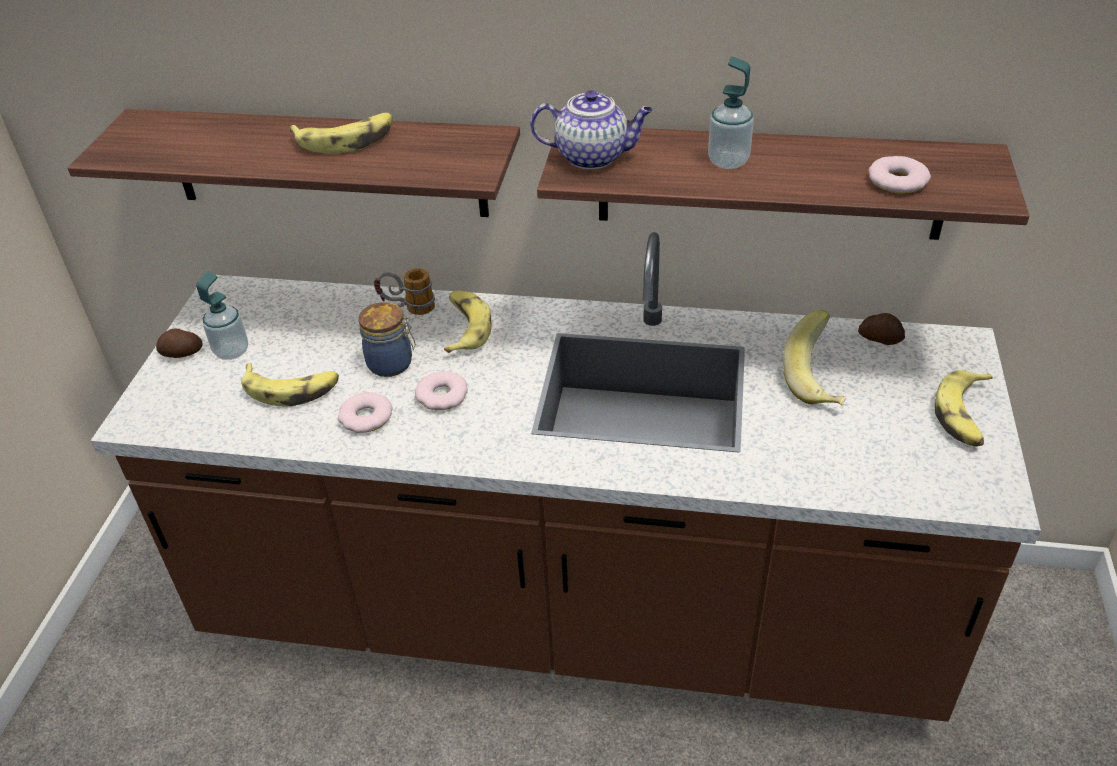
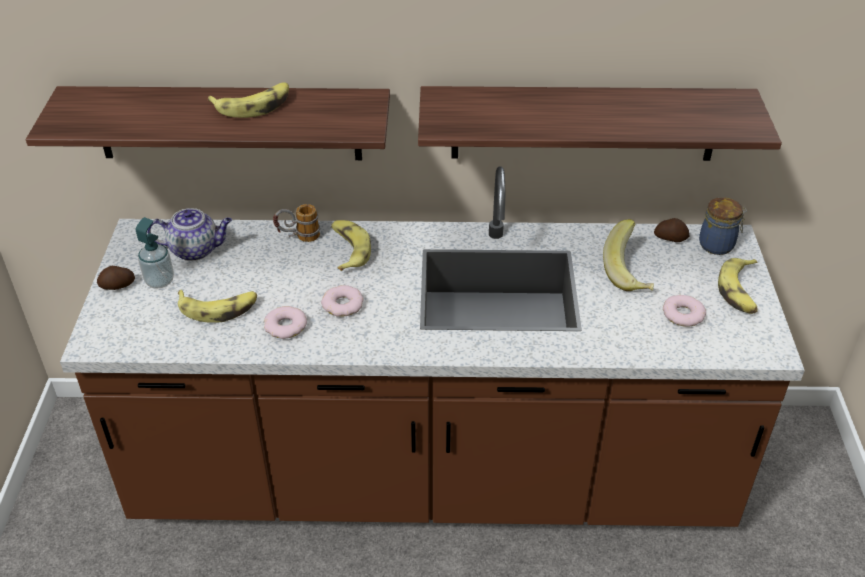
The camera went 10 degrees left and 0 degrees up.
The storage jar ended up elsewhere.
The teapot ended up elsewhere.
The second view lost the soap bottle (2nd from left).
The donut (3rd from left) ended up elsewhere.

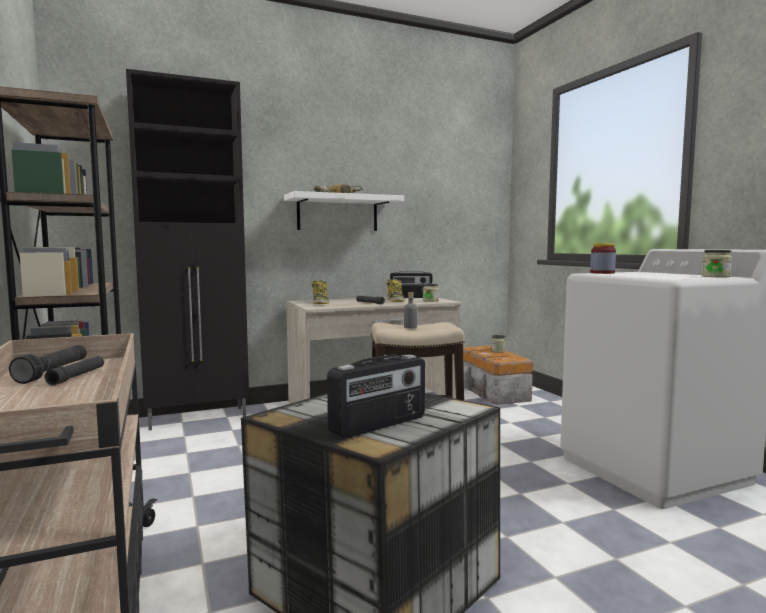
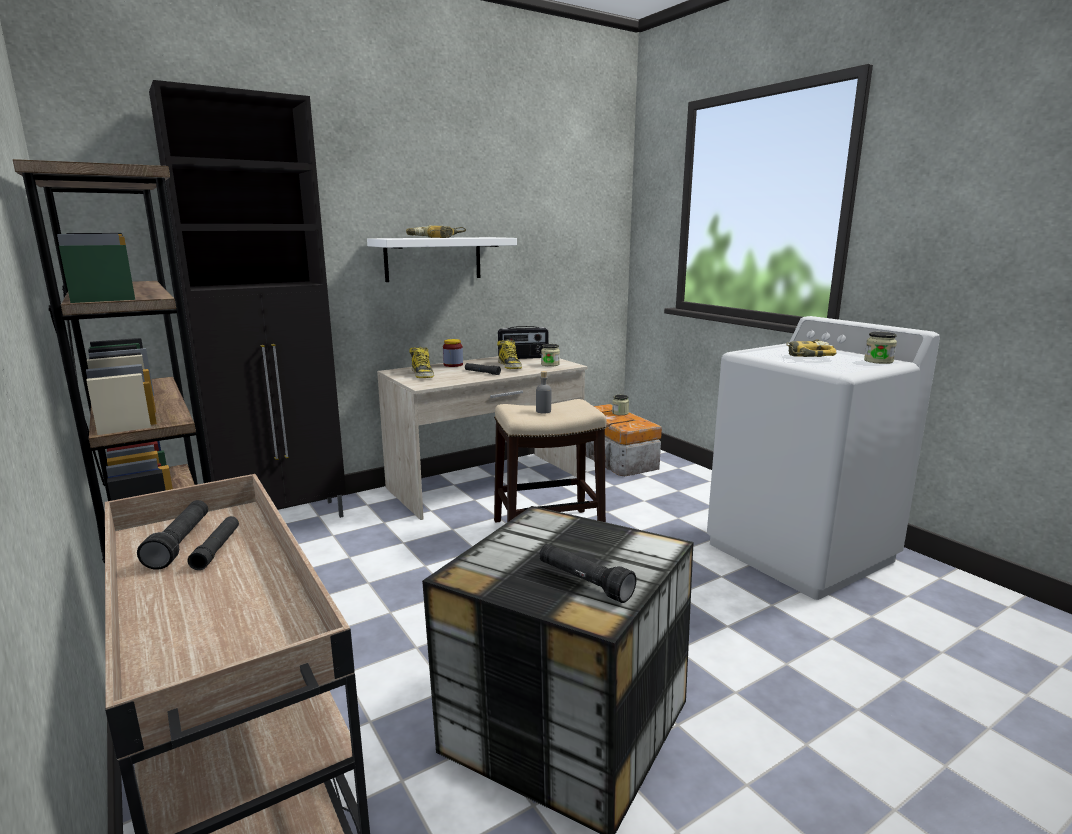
The camera went 10 degrees left and 10 degrees up.
Where the radio set (1st from left) stood, the torch/blackish (4th from left) came to stand.
The storage jar (3rd from left in the first image) ended up elsewhere.
The second view gained the drill (2nd from left).

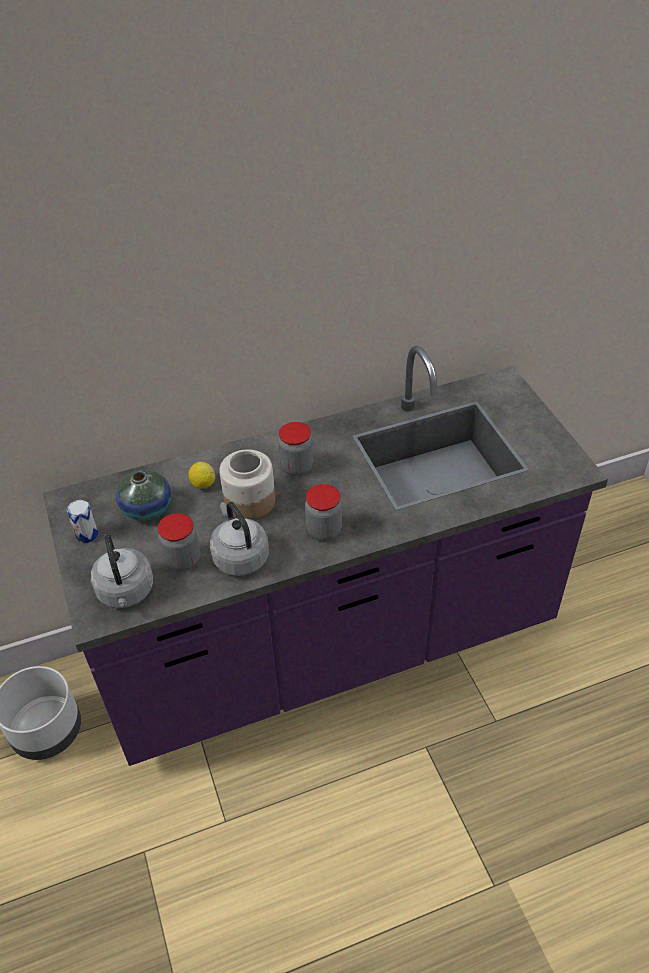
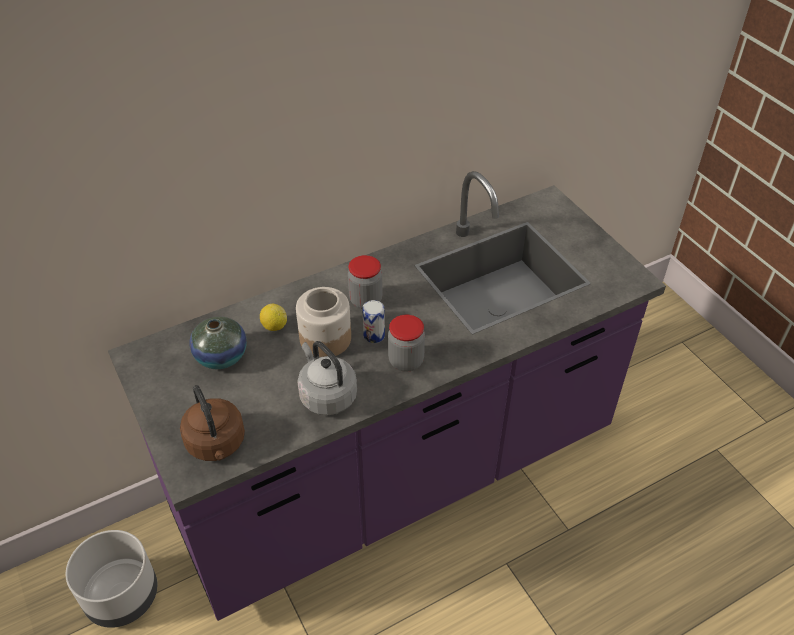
The camera went 10 degrees left and 0 degrees up.
The can ended up elsewhere.
What was the kettle/grey (1st from left) turned into the kettle/brown-coloured.
The second view lost the storage jar (1st from left).

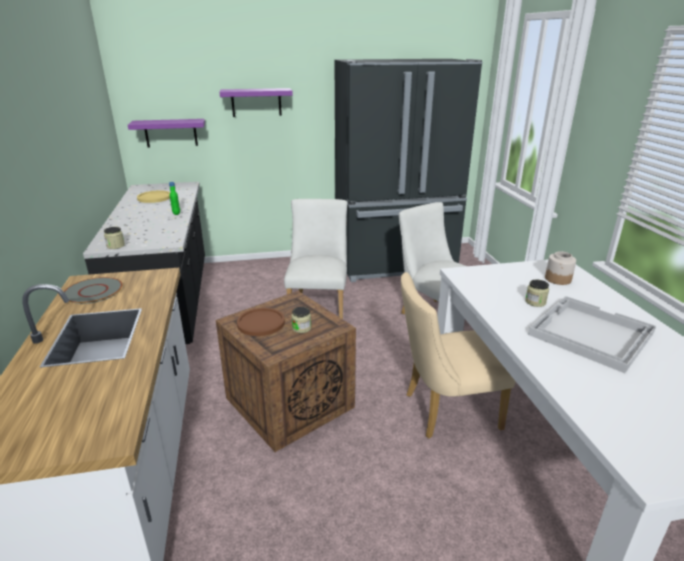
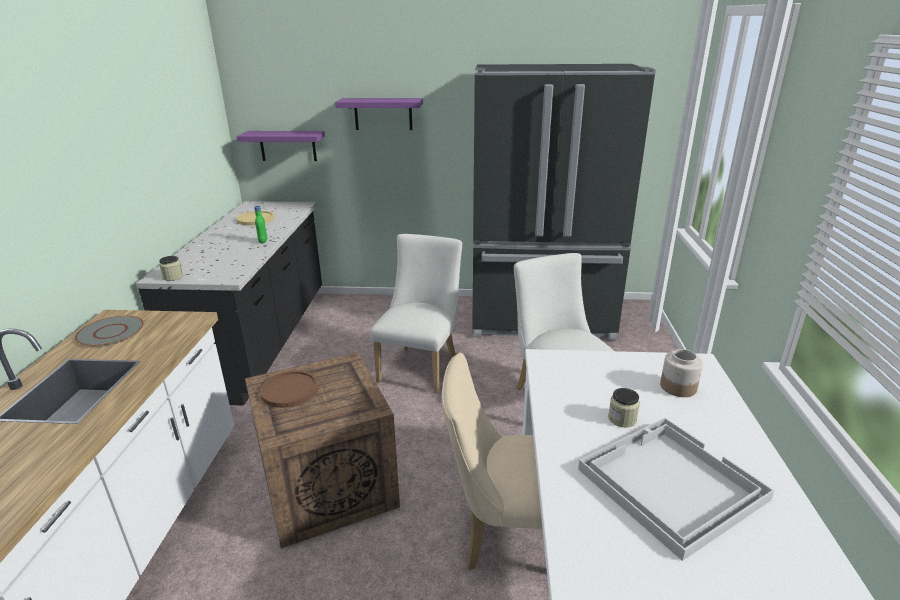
The camera went 15 degrees right and 0 degrees up.
The second view lost the storage jar (2nd from left).

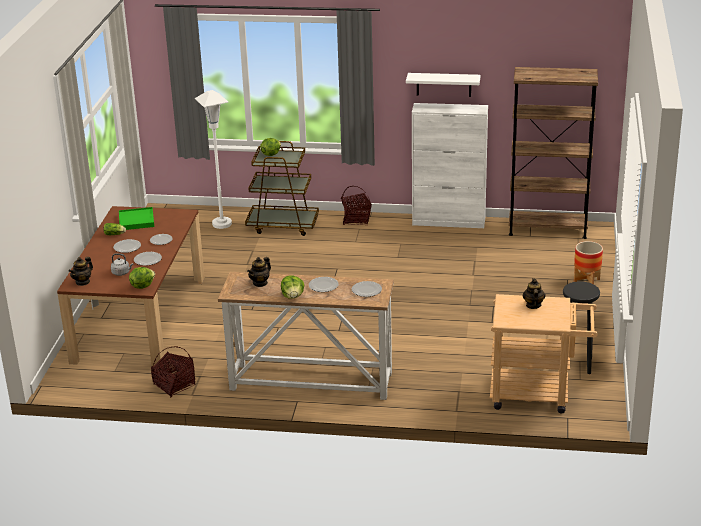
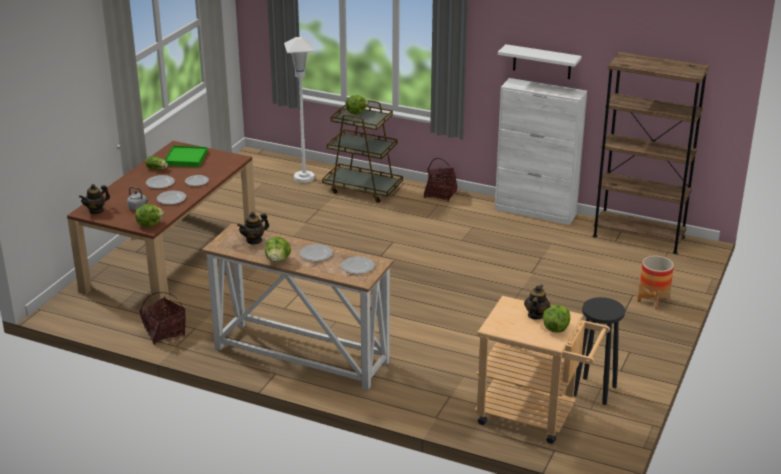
The camera went 15 degrees right and 0 degrees up.
The second view gained the head of lettuce (5th from left).

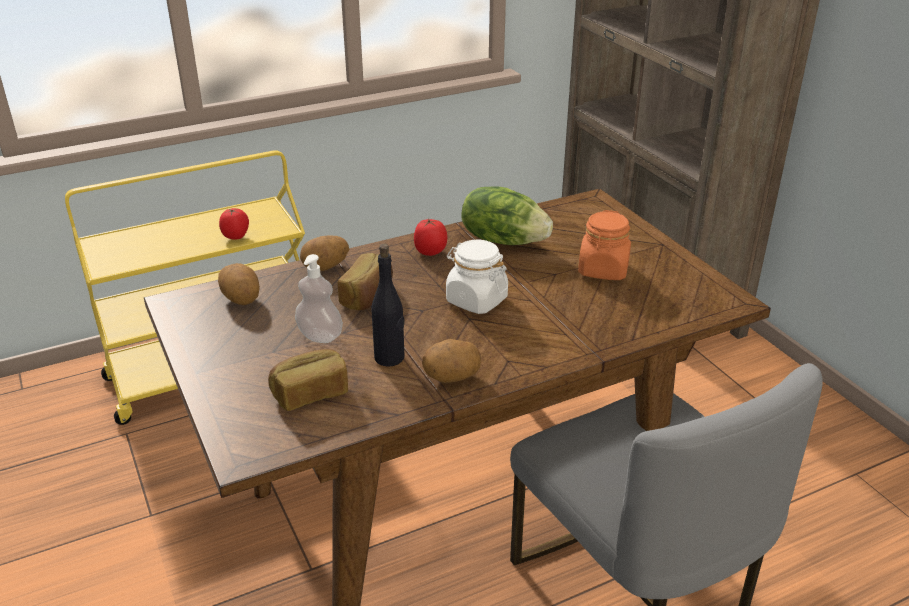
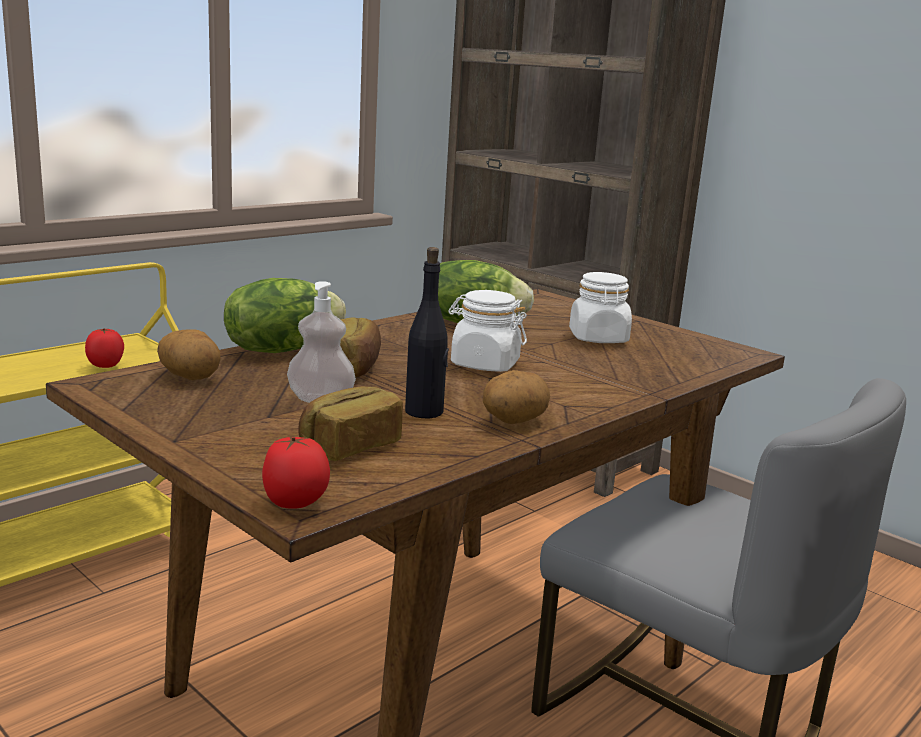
The camera went 20 degrees left and 15 degrees down.
Where the potato (2nd from left) stood, the head of lettuce (1st from left) came to stand.
The tomato (2nd from left) ended up elsewhere.
What was the storage jar/orange-coloured turned into the storage jar/white (2nd from left).

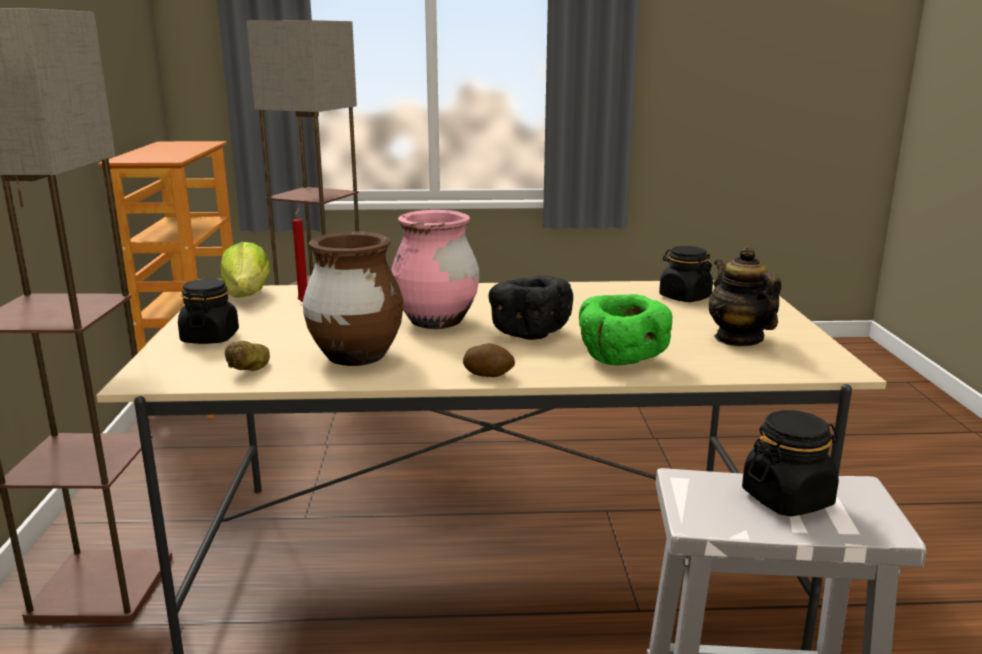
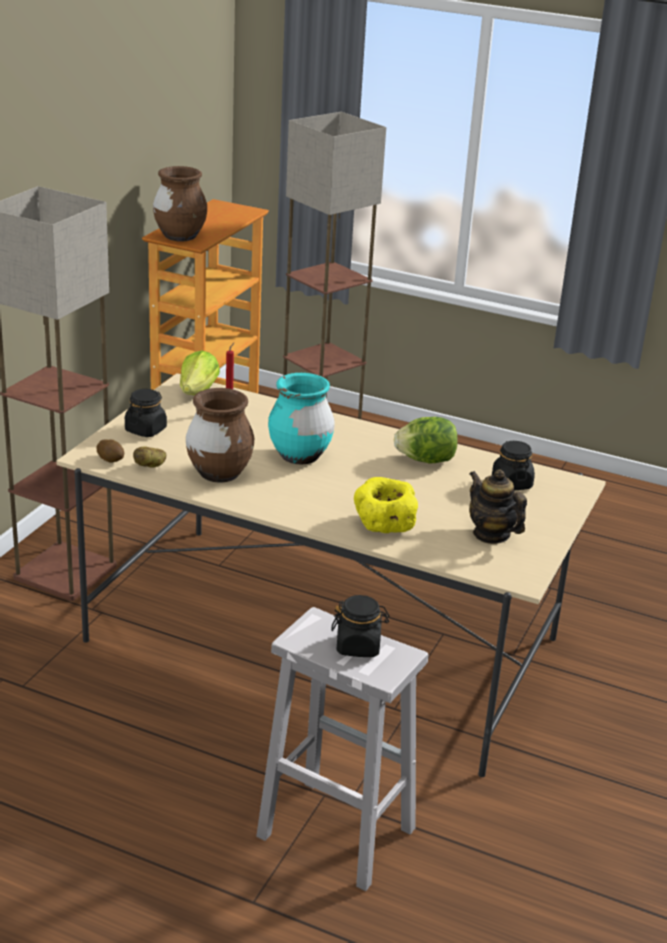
The camera went 25 degrees right and 10 degrees up.
What was the flower vase/pink-coloured turned into the flower vase/blue-green.
The potato (2nd from left in the first image) ended up elsewhere.
The second view lost the serving bowl/blackish.
What was the serving bowl/greenish turned into the serving bowl/yellowish.
The teapot ended up facing another way, 45 degrees counterclockwise from before.
The second view gained the flower vase/brown-coloured (1st from left).
The second view gained the head of lettuce (2nd from left).

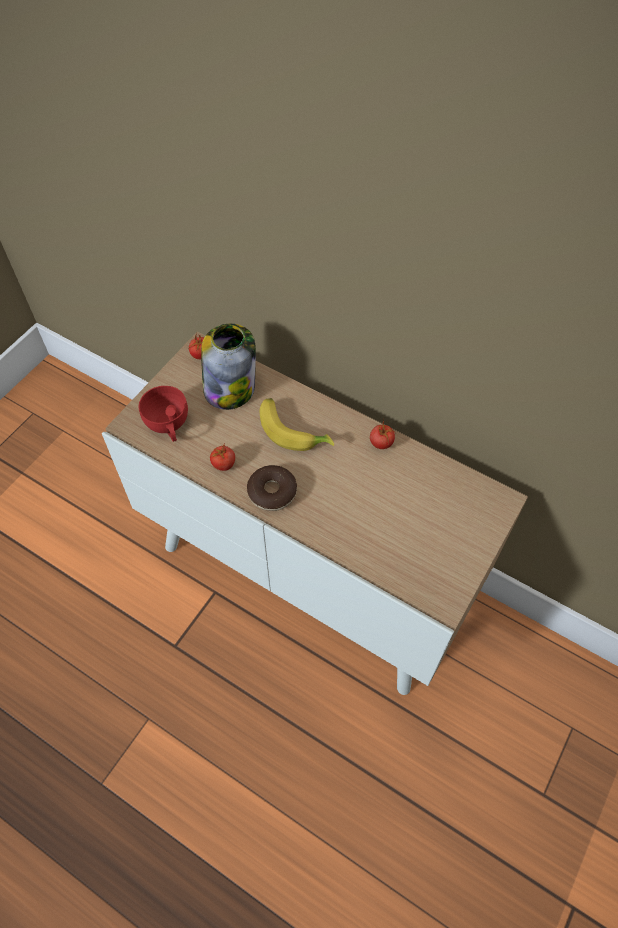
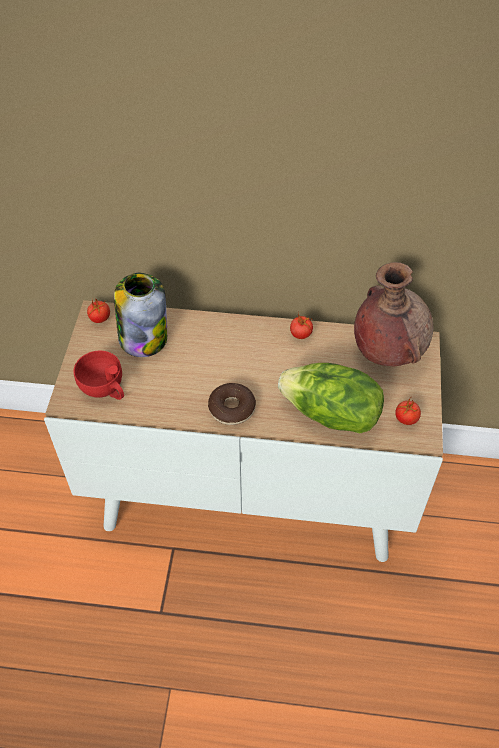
The camera went 25 degrees left and 5 degrees down.
The tomato (2nd from left in the first image) ended up elsewhere.
The second view lost the banana.
The second view gained the head of lettuce.
The second view gained the flower vase/brown-coloured.

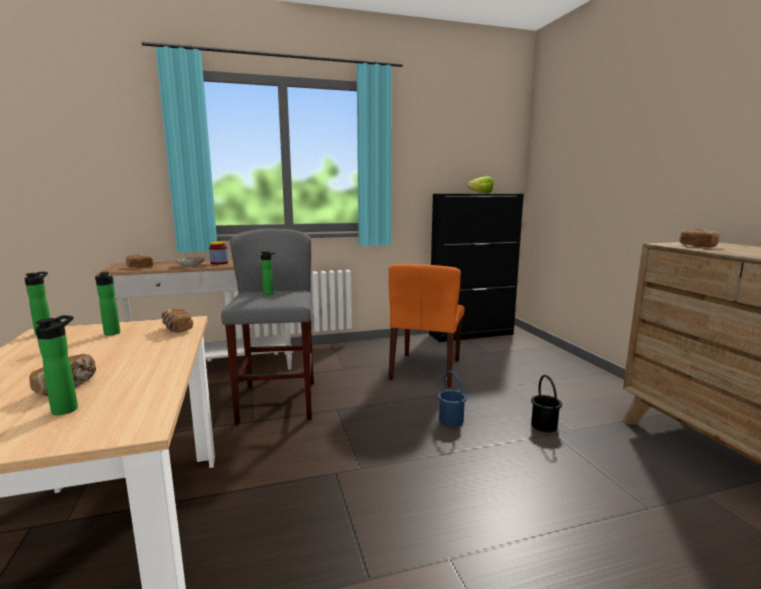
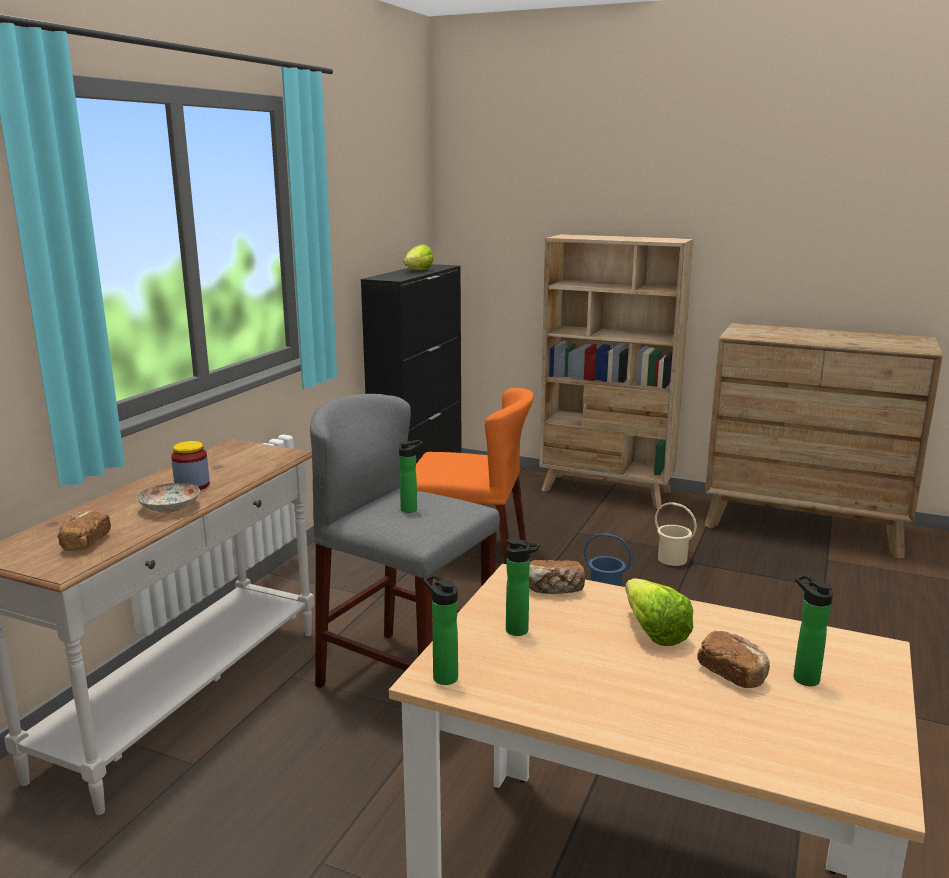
The camera went 50 degrees left and 5 degrees up.
The chair/orange-coloured ended up facing another way, 45 degrees counterclockwise from before.
What was the pail/blackish turned into the pail/beige.
The second view lost the bakery bread (4th from left).
The second view gained the shelving unit/beige.
The second view gained the head of lettuce (2nd from left).

